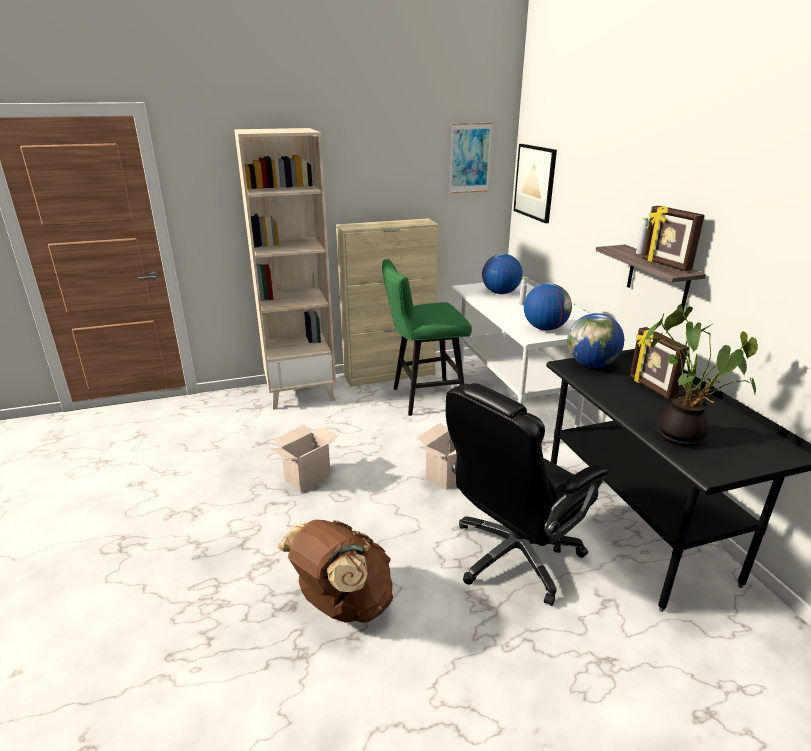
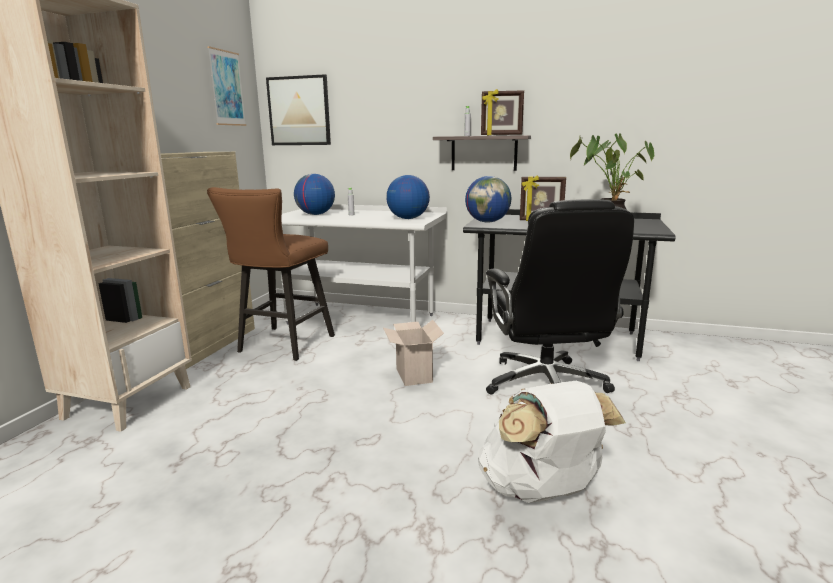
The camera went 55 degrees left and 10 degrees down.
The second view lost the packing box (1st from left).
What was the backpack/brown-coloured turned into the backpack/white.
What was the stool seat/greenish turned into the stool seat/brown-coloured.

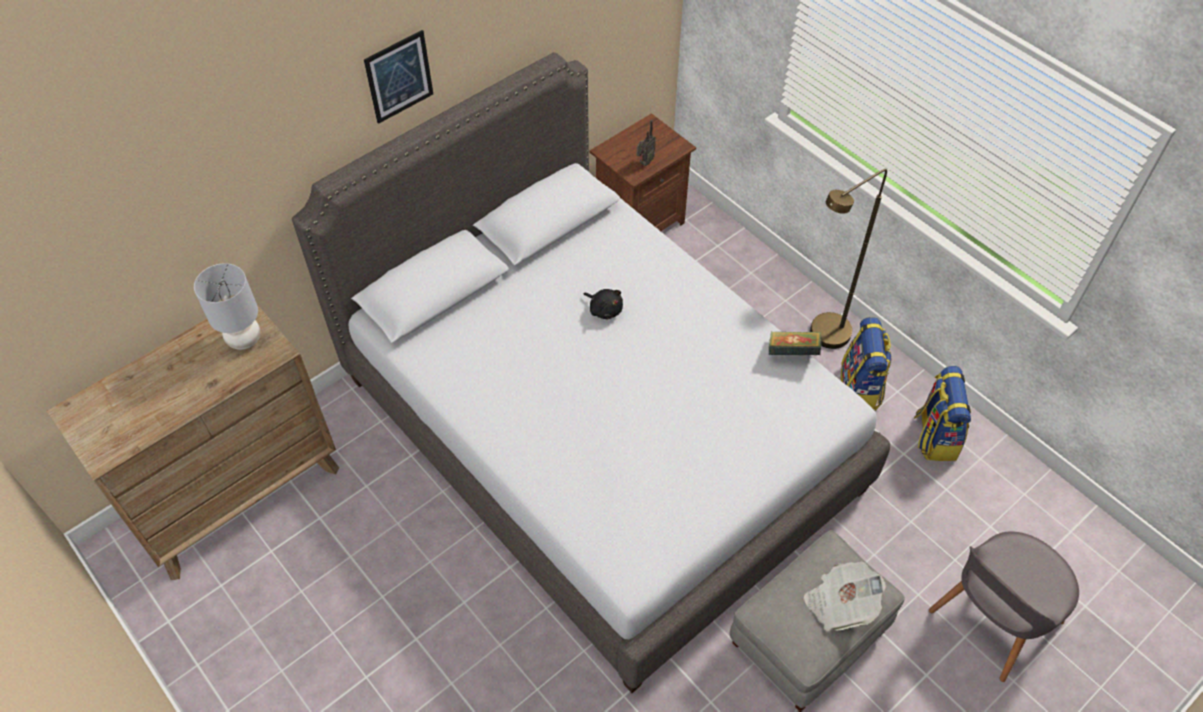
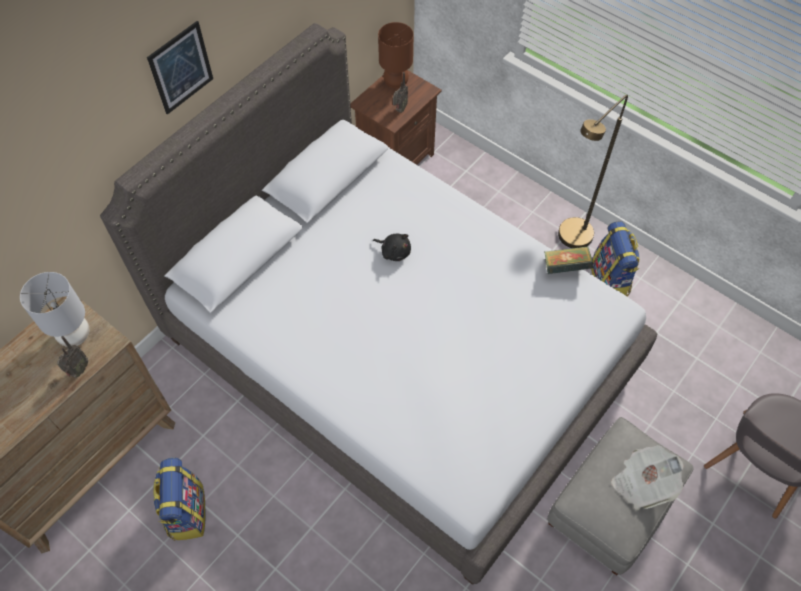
The camera went 10 degrees left and 5 degrees up.
The backpack (2nd from left in the first image) ended up elsewhere.
The second view gained the radio set (1st from left).
The second view gained the tabletop lamp/brown-coloured.

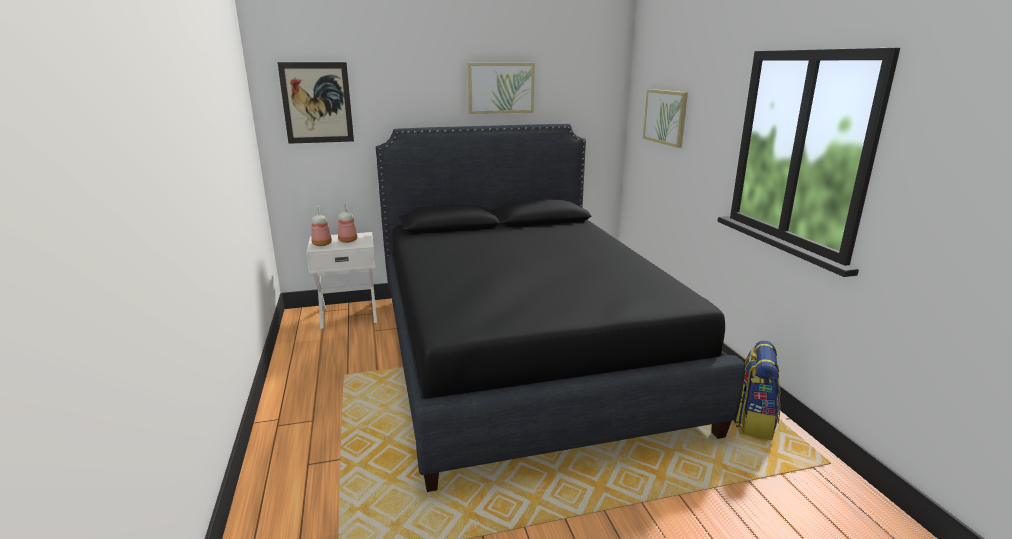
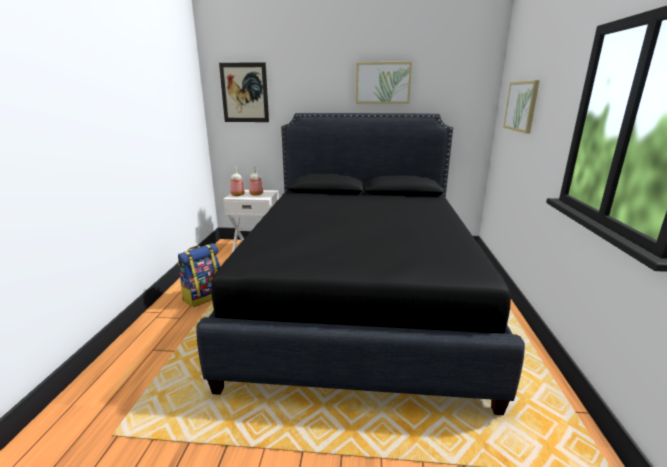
The camera went 20 degrees right and 0 degrees up.
The backpack ended up elsewhere.

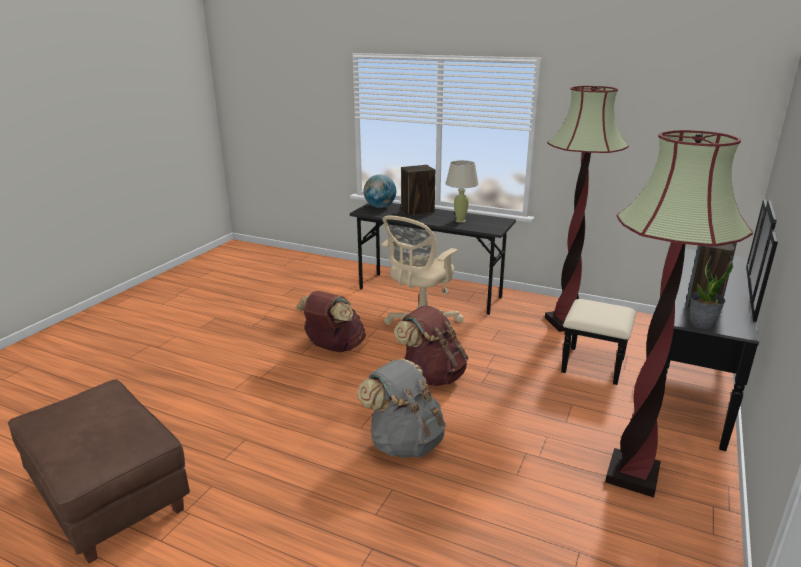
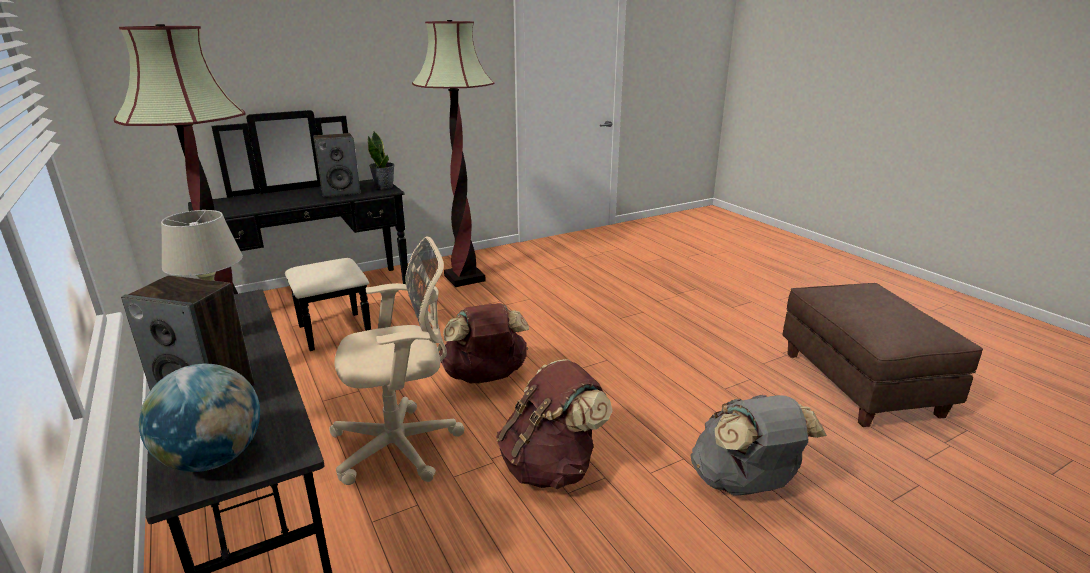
The camera went 145 degrees left and 0 degrees up.
The backpack/grey ended up elsewhere.

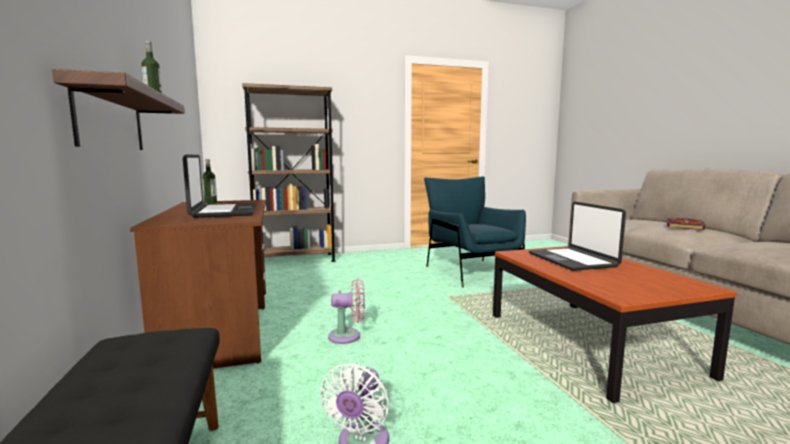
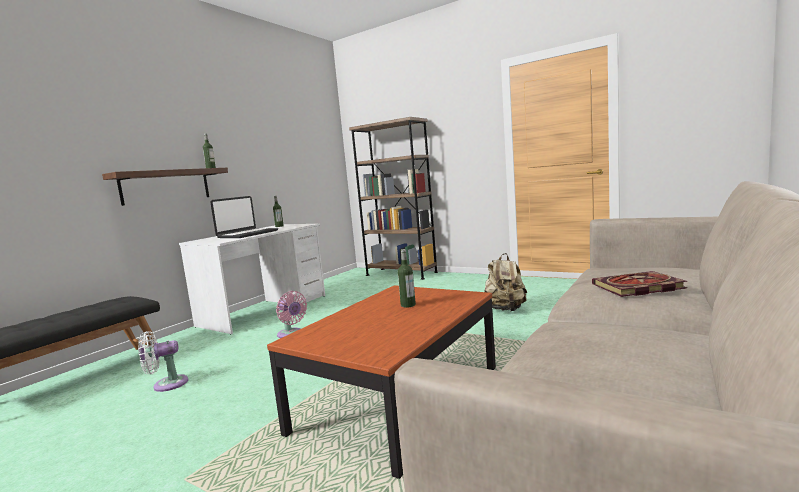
The camera went 50 degrees right and 0 degrees up.
What was the desk/brown-coloured turned into the desk/white.
Where the armchair/bluish stood, the backpack/beige came to stand.
Where the portable computer (2nd from left) stood, the drink bottle (3rd from left) came to stand.

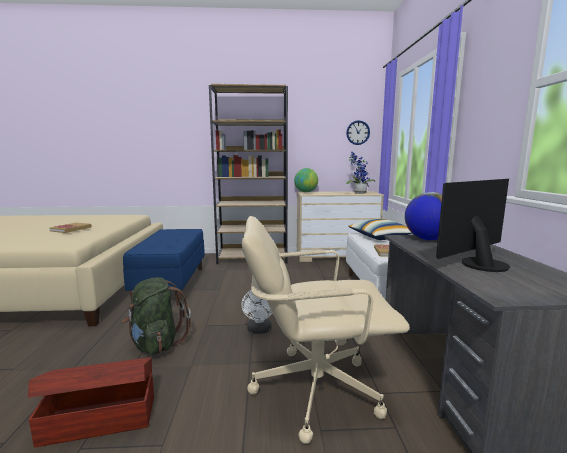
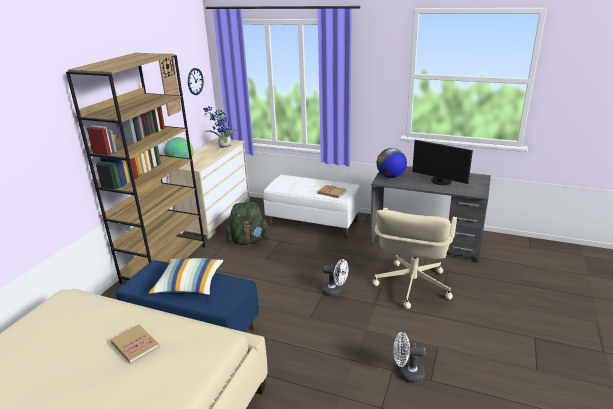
The camera went 65 degrees left and 15 degrees up.
Where the storage box/brown-coloured stood, the fan/white (2nd from left) came to stand.
The backpack/greenish ended up elsewhere.
The throw pillow ended up elsewhere.
The monitor ended up facing another way, 45 degrees counterclockwise from before.
The second view gained the hanging clock (1st from left).

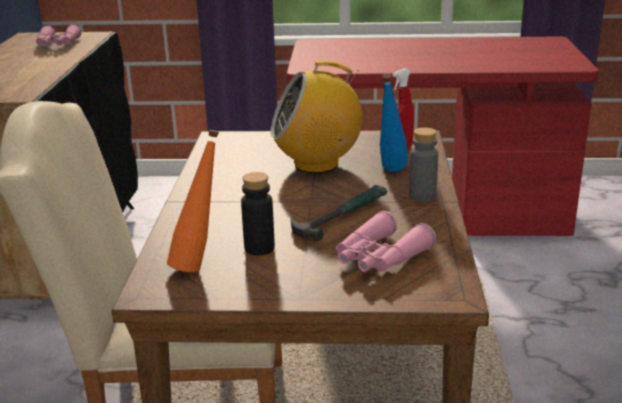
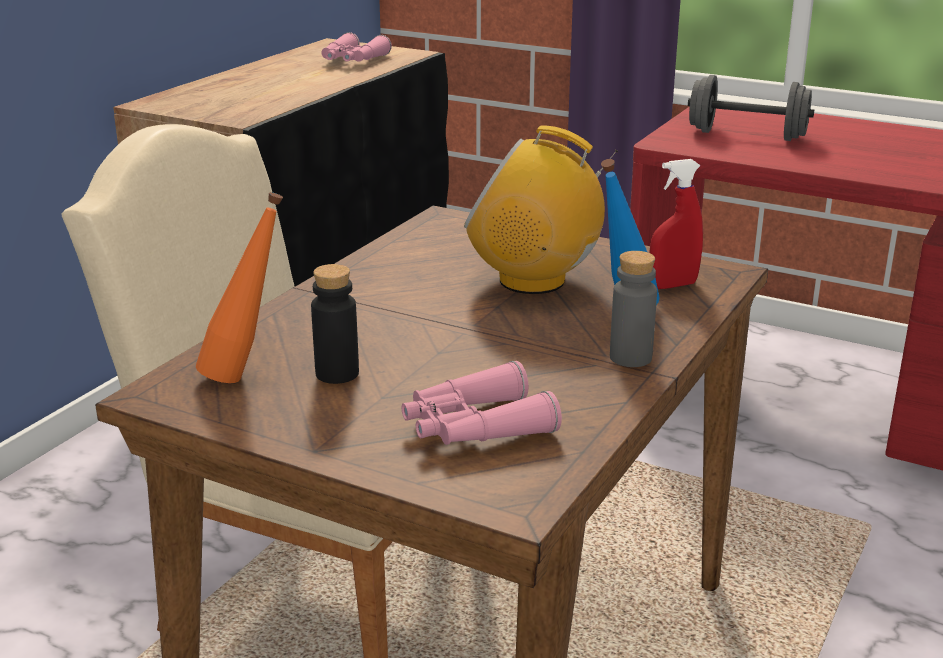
The camera went 25 degrees right and 0 degrees up.
The second view lost the hand hammer.
The second view gained the dumbbell/grey.

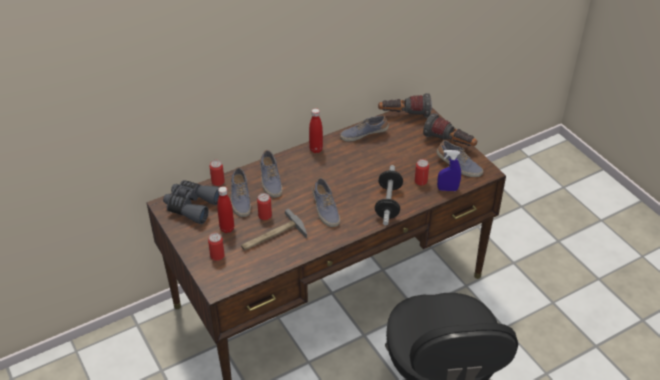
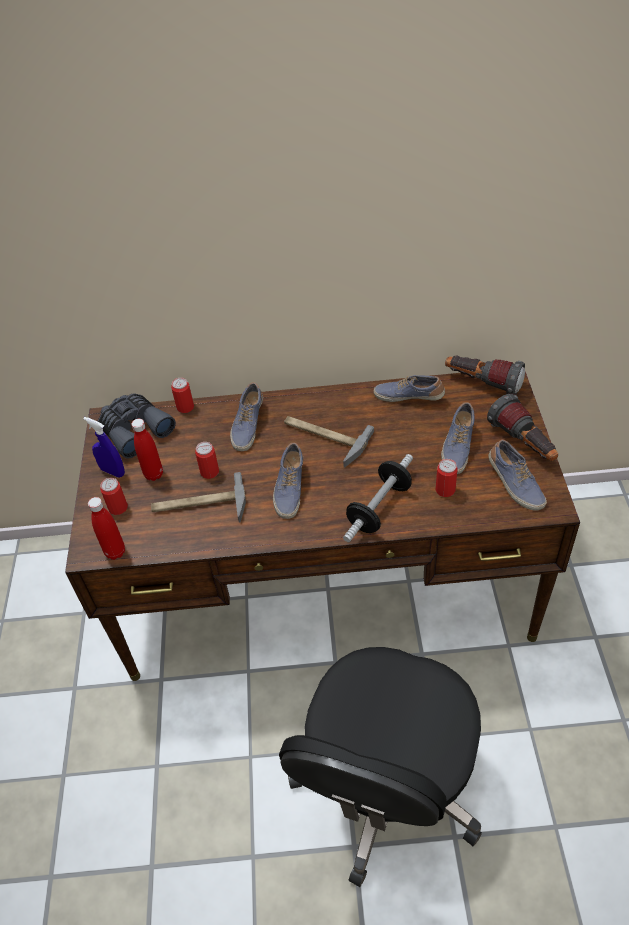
The camera went 30 degrees right and 5 degrees up.
The shoe (1st from left in the first image) ended up elsewhere.
The drink bottle/red-coloured (2nd from left in the first image) ended up elsewhere.
The sprayer/bluish ended up elsewhere.
The second view gained the hand hammer (2nd from left).

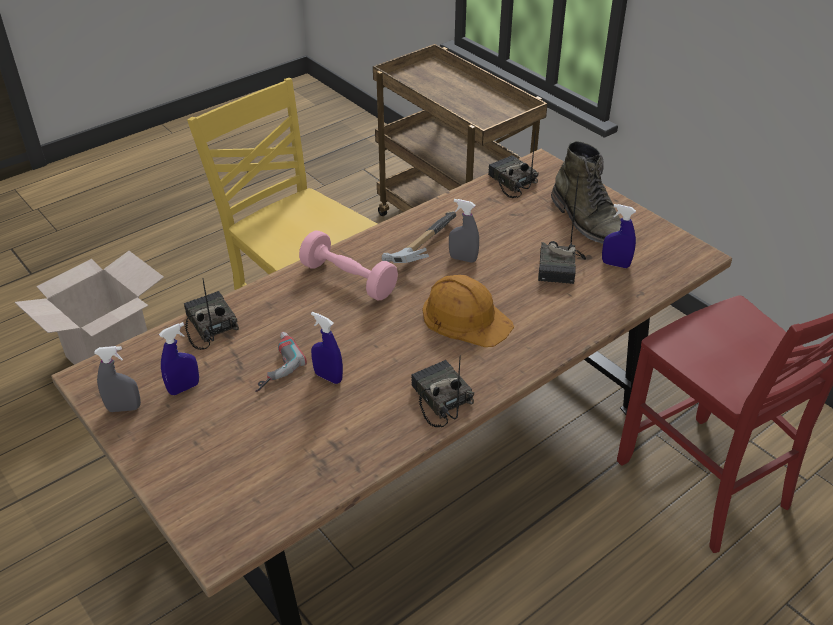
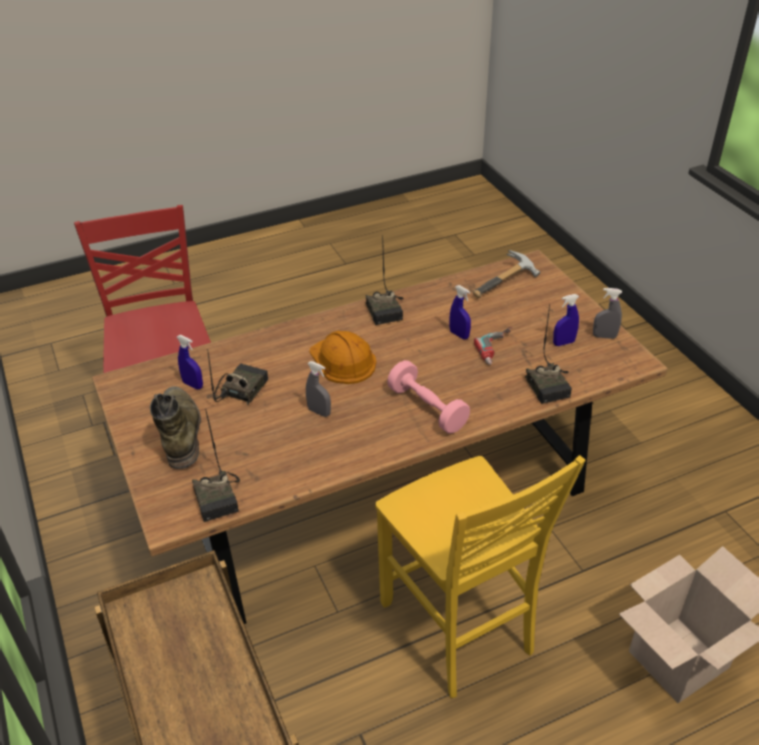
The camera went 165 degrees left and 0 degrees up.
The hand hammer ended up elsewhere.

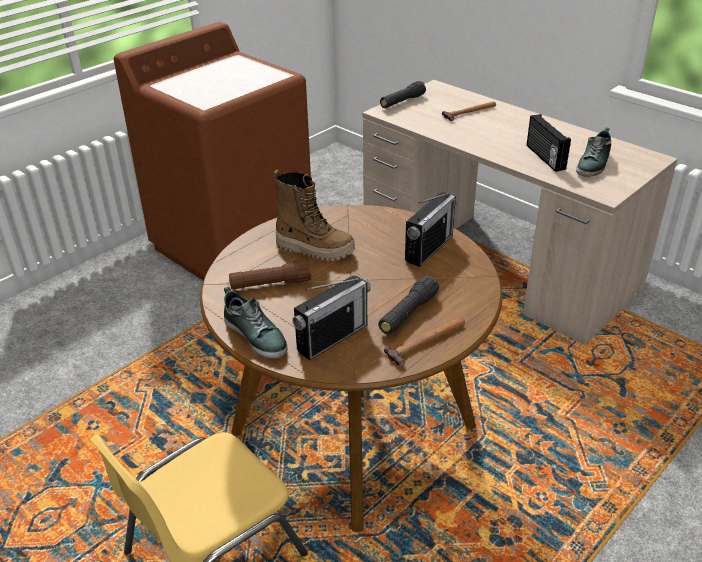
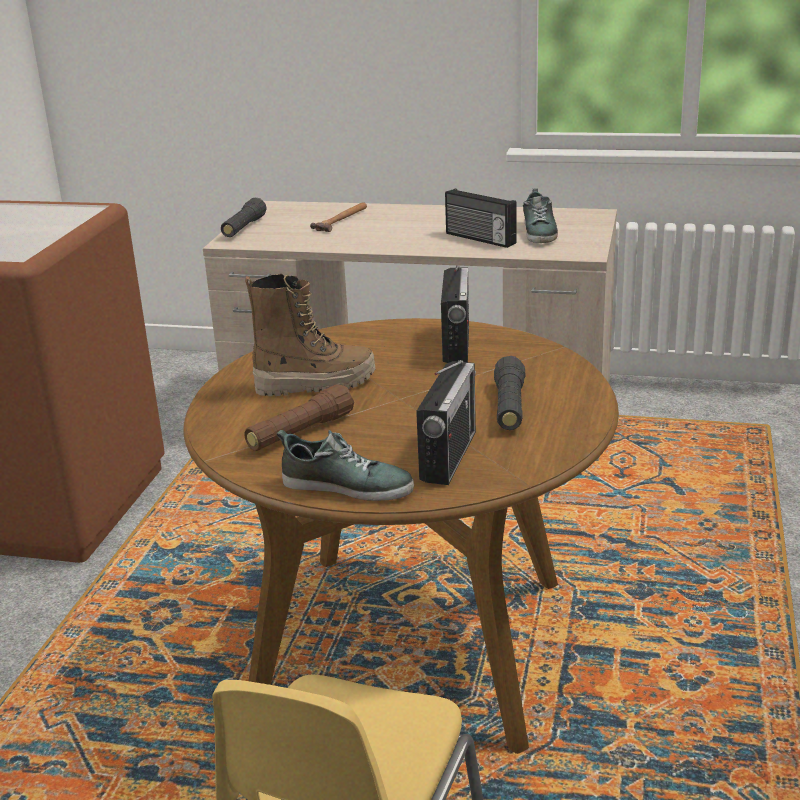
The camera went 30 degrees left and 10 degrees down.
The second view lost the hand hammer (1st from left).

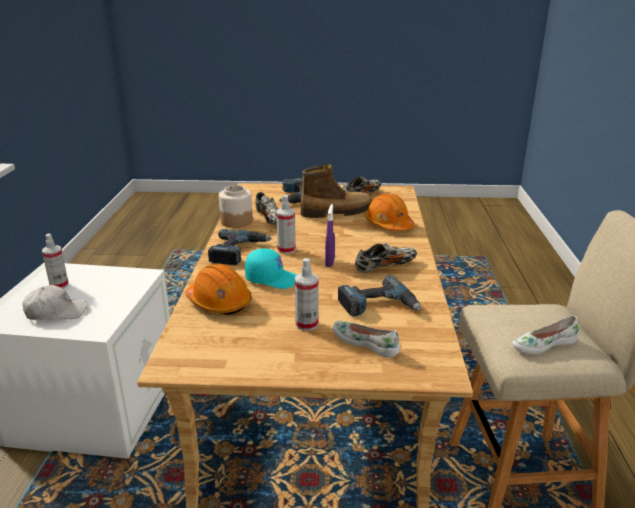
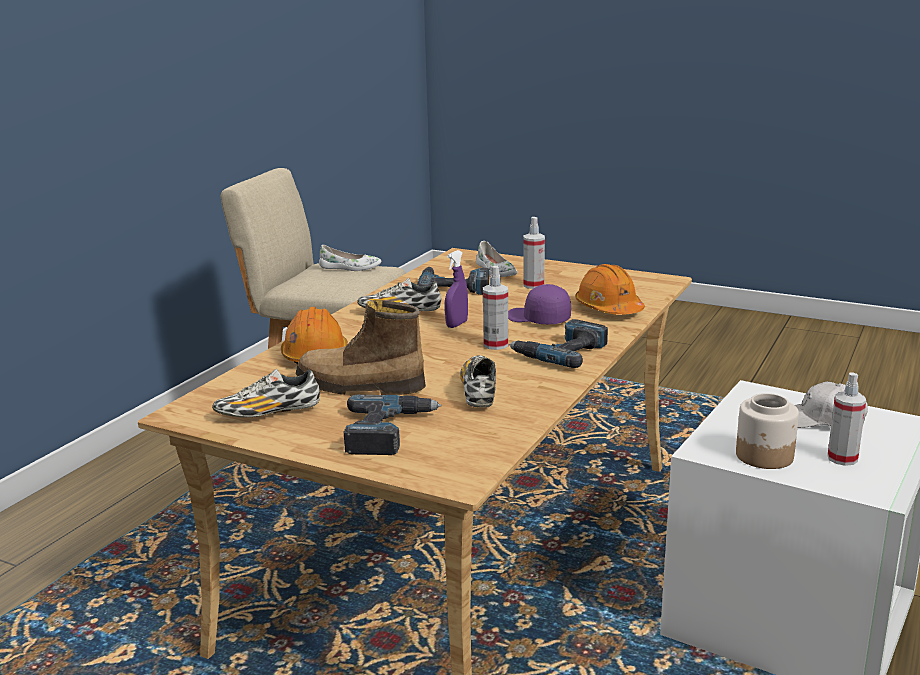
The camera went 155 degrees left and 5 degrees down.
The storage jar ended up elsewhere.
What was the baseball cap/blue-green turned into the baseball cap/purple.

